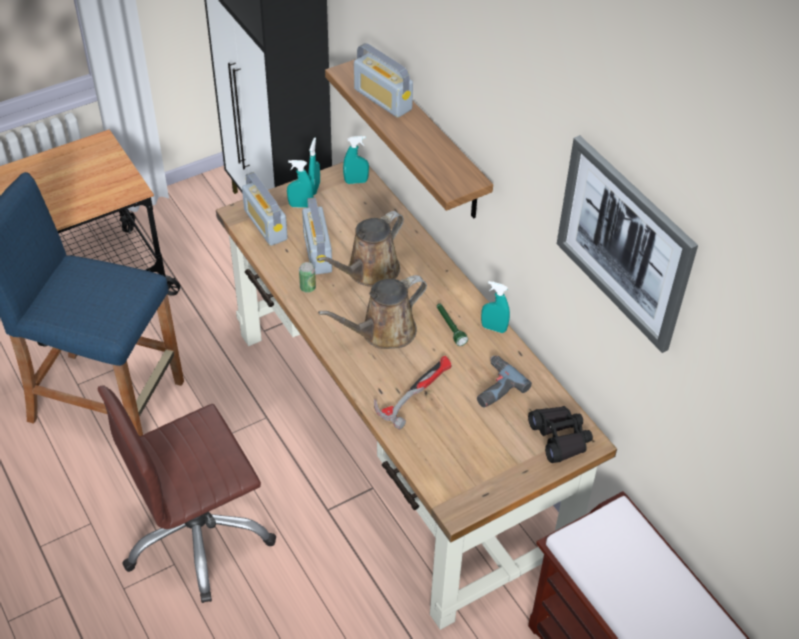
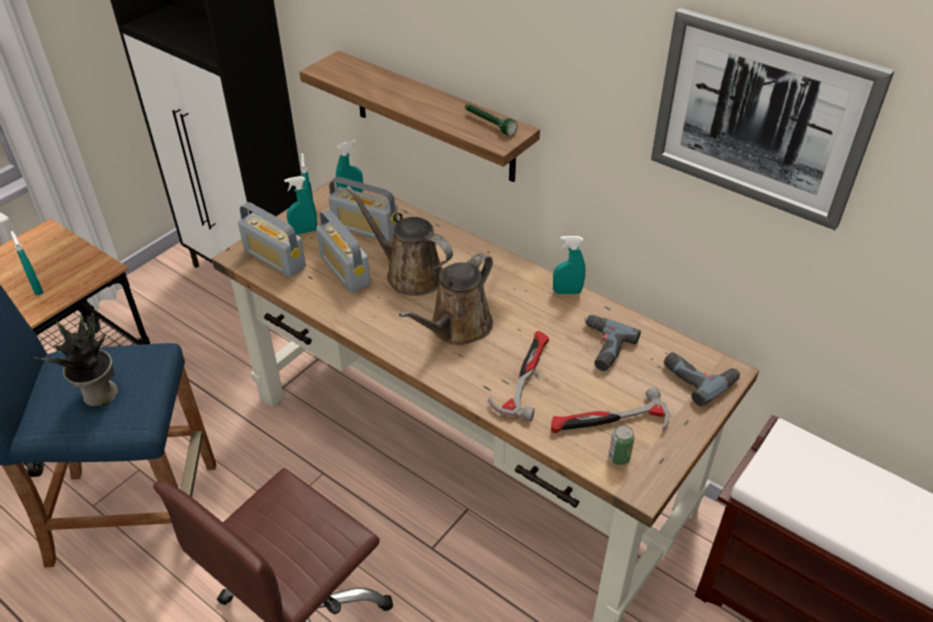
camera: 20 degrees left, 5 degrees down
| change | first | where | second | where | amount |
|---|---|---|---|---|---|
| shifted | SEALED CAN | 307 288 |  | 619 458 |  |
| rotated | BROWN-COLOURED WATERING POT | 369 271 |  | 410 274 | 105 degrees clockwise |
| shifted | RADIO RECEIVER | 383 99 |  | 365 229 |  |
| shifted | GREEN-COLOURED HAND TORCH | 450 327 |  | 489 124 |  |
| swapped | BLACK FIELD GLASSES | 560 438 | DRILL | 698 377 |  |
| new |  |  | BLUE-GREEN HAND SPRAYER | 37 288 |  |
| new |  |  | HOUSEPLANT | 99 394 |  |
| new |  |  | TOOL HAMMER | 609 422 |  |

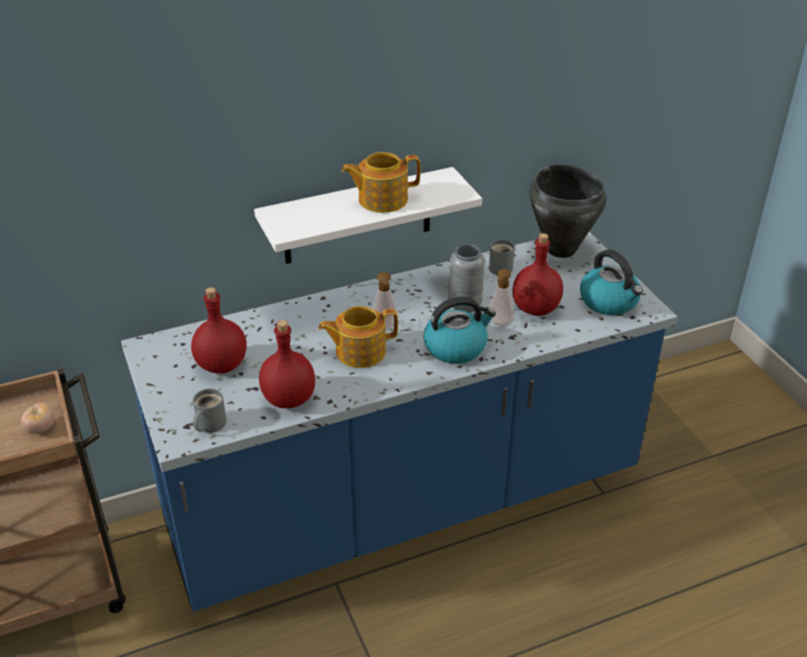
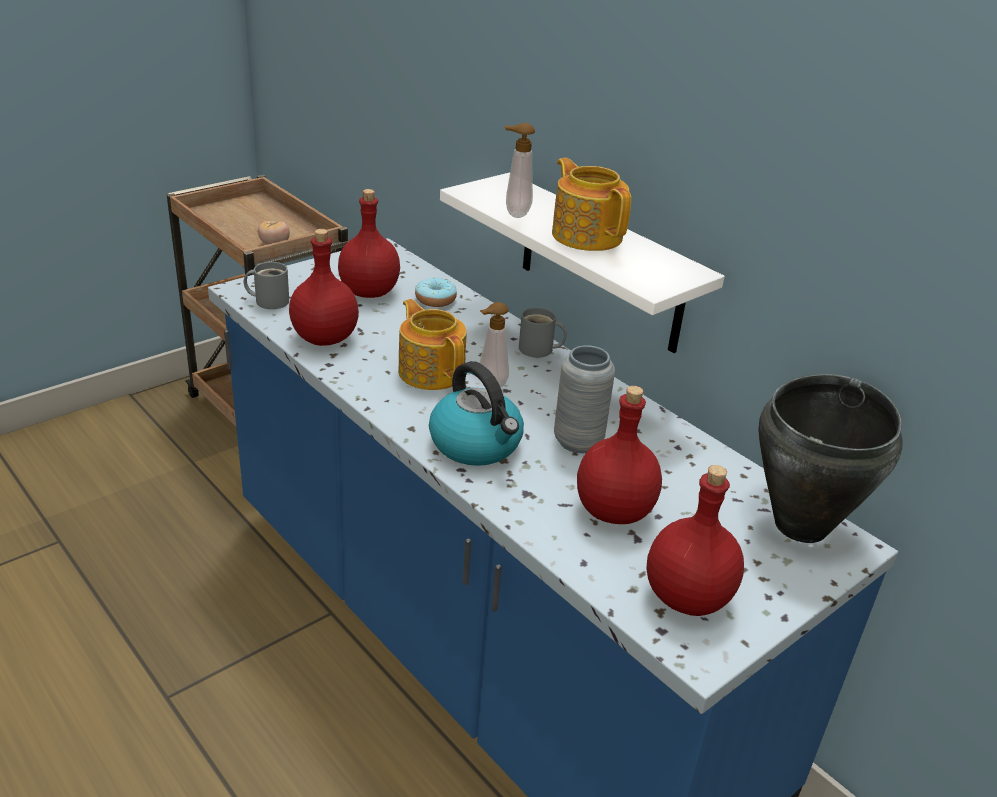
camera: 70 degrees right, 5 degrees down
| change | first | where | second | where | amount |
|---|---|---|---|---|---|
| shifted | GREYISH MUG | 502 267 |  | 539 350 |  |
| shifted | SOAP BOTTLE | 499 324 |  | 514 213 |  |
| swapped | WATER KETTLE | 610 301 | RED BEVERAGE BOTTLE | 688 597 |  |
| new |  |  | RING DOUGHNUT | 435 300 |  |

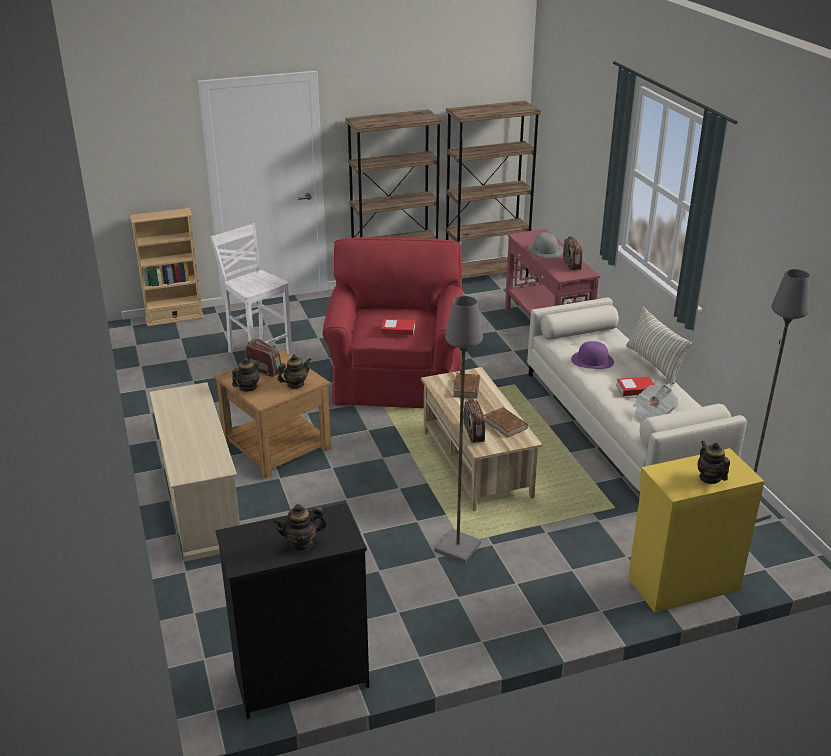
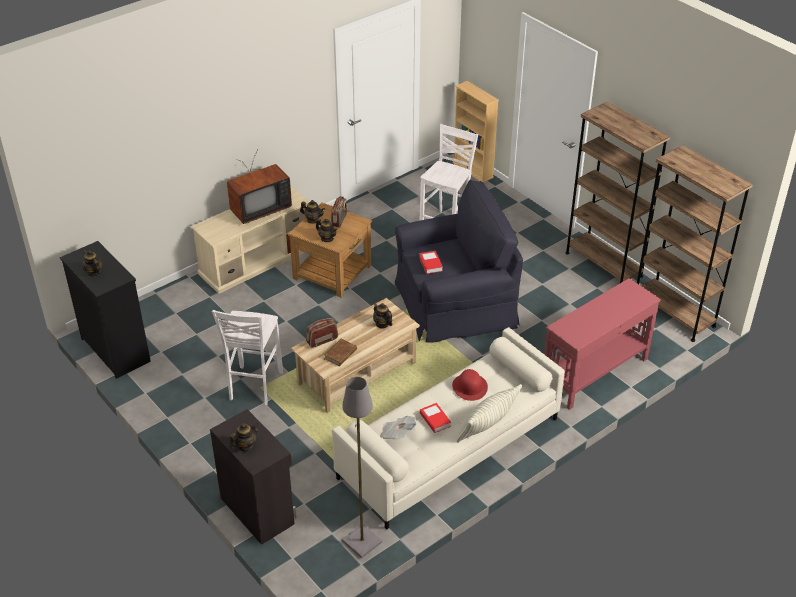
camera: 70 degrees right, 10 degrees up
| change | first | where | second | where | amount |
|---|---|---|---|---|---|
| repainted | RED ARMCHAIR | 396 378 | BLACK ARMCHAIR | 454 303 |  |
| swapped | GREYISH STANDING LAMP | 458 548 | WHITE-COLOURED SITTING STOOL | 254 386 |  |
| swapped | BROWN-COLOURED BOOK | 467 388 | POT FOR TEA | 382 324 |  |
| gone | GREYISH HAT | 545 250 |  |  |  |
| gone | RADIO RECEIVER | 571 264 |  |  |  |
| repainted | PURPLISH HAT | 592 360 | RED HAT | 469 386 |  |
| repainted | YELLOWISH CABINET | 682 583 | BLACK CABINET | 258 510 |  |
| new |  |  | TV SET | 258 209 |  |

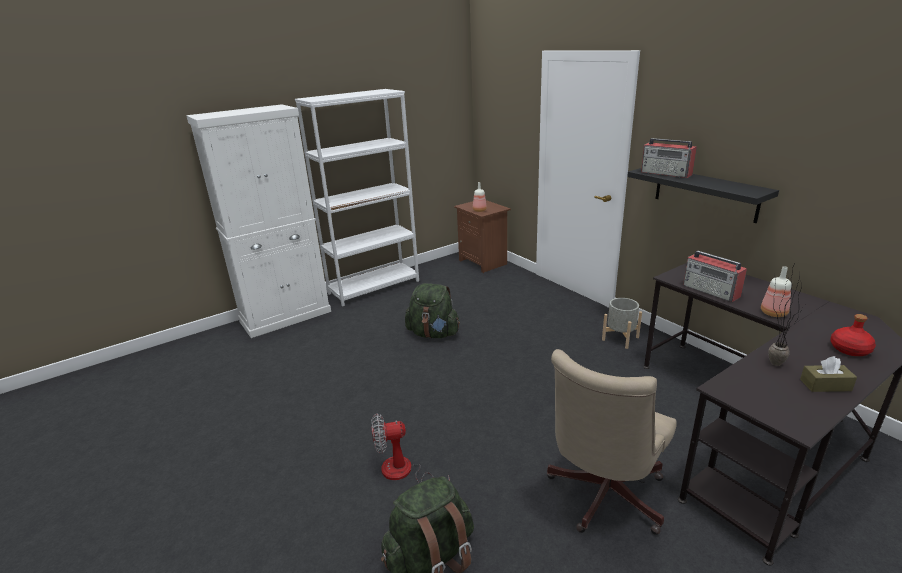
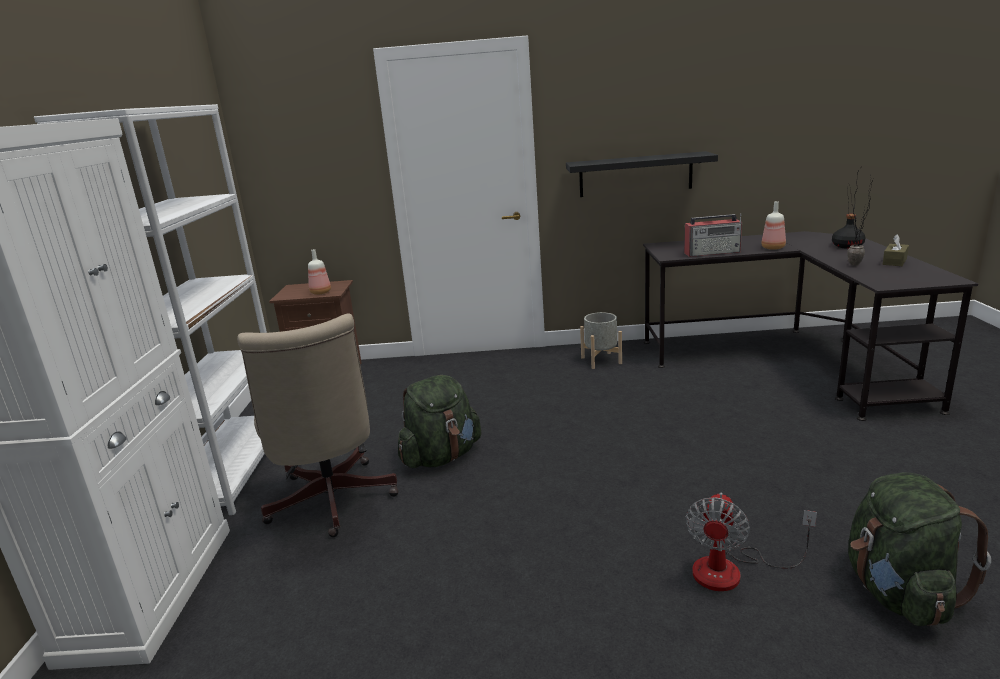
camera: 55 degrees left, 5 degrees down
| change | first | where | second | where | amount |
|---|---|---|---|---|---|
| shifted | BEIGE OFFICE CHAIR | 602 497 |  | 331 504 |  |
| gone | RADIO RECEIVER | 666 173 |  |  |  |
| repainted | RED BEVERAGE BOTTLE | 850 349 | BLACK BEVERAGE BOTTLE | 847 246 |  |

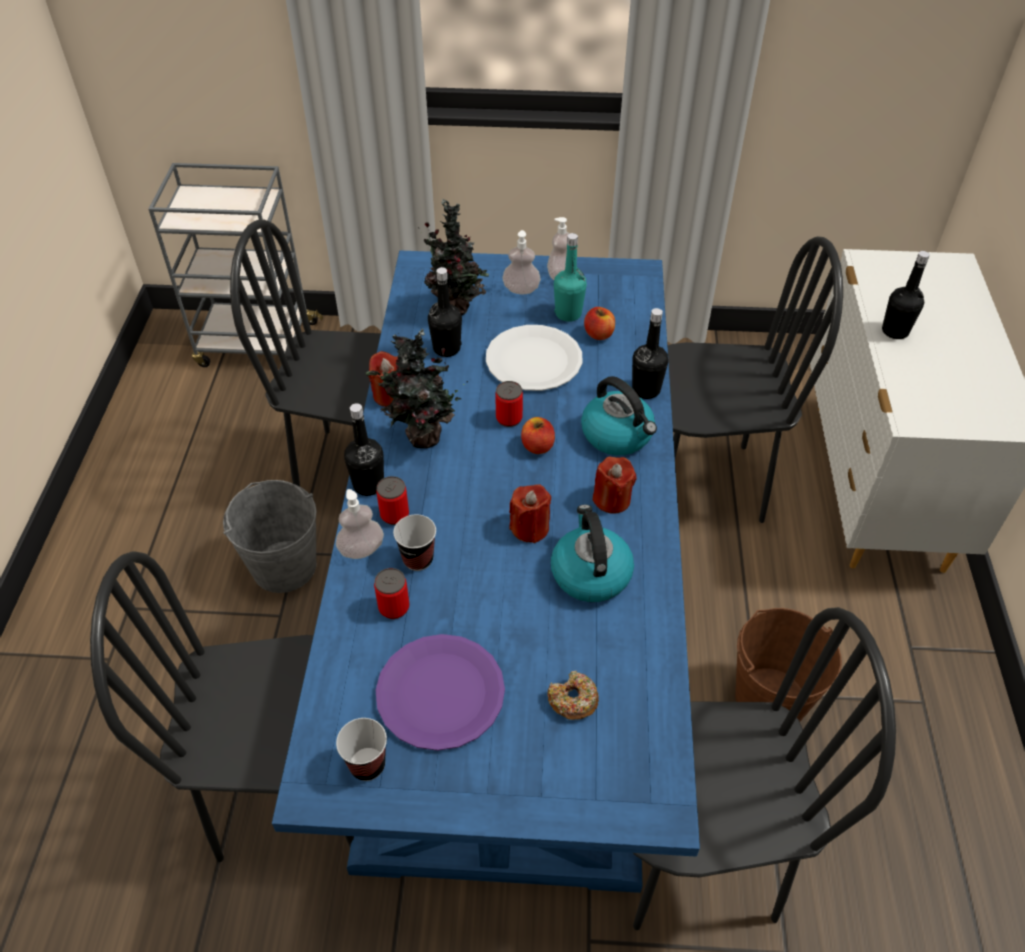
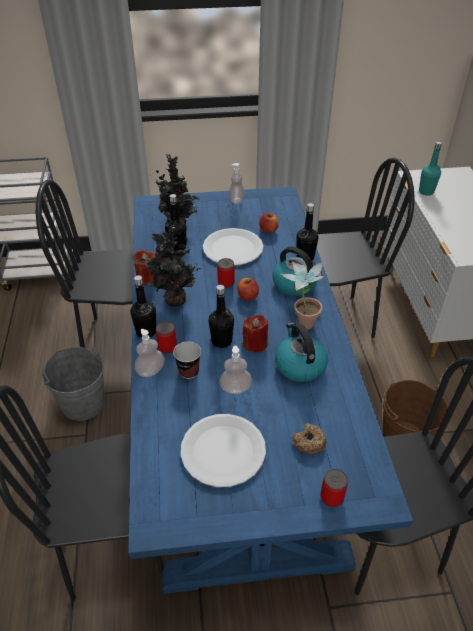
camera: 10 degrees left, 5 degrees down
| change | first | where | second | where | amount |
|---|---|---|---|---|---|
| gone | CUP | 367 765 |  |  |  |
| shifted | SEALED CAN | 394 607 |  | 332 497 |  |
| repainted | PURPLISH FLAT DISH | 440 693 | WHITE-COLOURED FLAT DISH | 222 451 |  |
| shifted | SOAP BOTTLE | 521 289 |  | 235 388 |  |
| shifted | BLUE-GREEN BEVERAGE BOTTLE | 568 314 |  | 426 192 |  |
| swapped | RED WAX CANDLE | 612 499 | HOUSEPLANT | 301 321 |  |
| shifted | BLACK BEVERAGE BOTTLE | 895 331 |  | 221 341 |  |

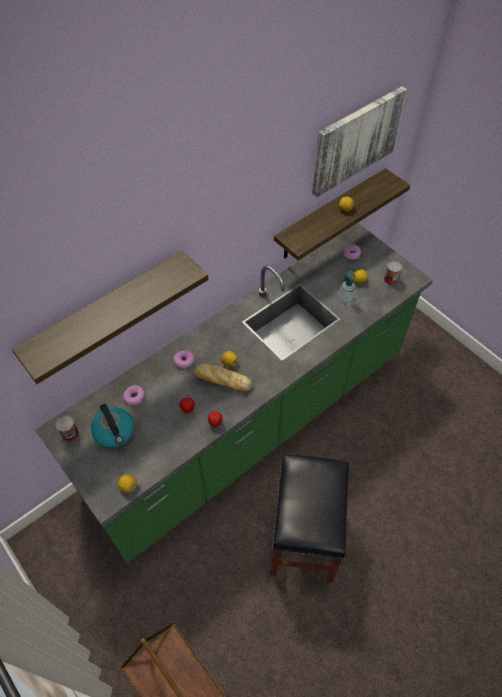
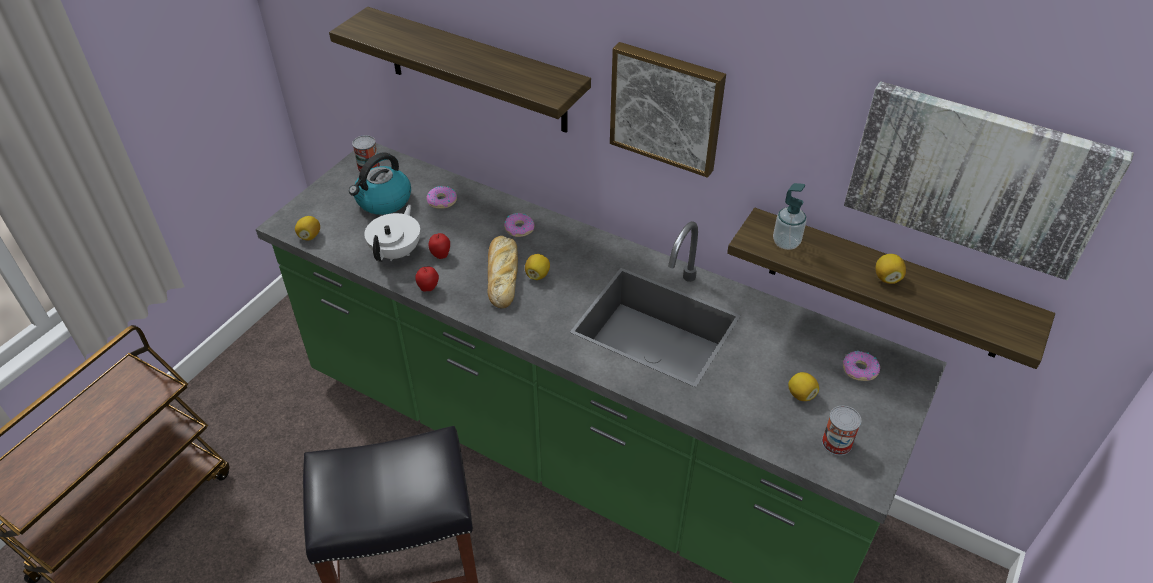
camera: 70 degrees right, 10 degrees down
| change | first | where | second | where | amount |
|---|---|---|---|---|---|
| shifted | SOAP BOTTLE | 346 298 |  | 786 242 |  |
| new |  |  | WHITE-COLOURED POT FOR TEA | 397 252 |  |
| new |  |  | PICTURE | 667 107 |  |

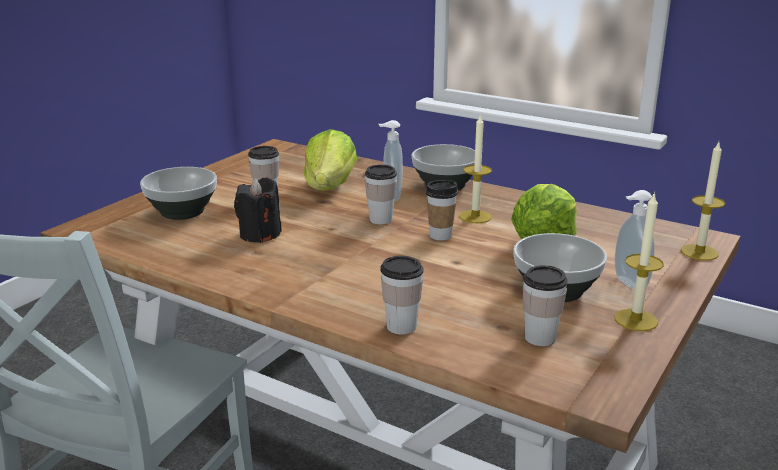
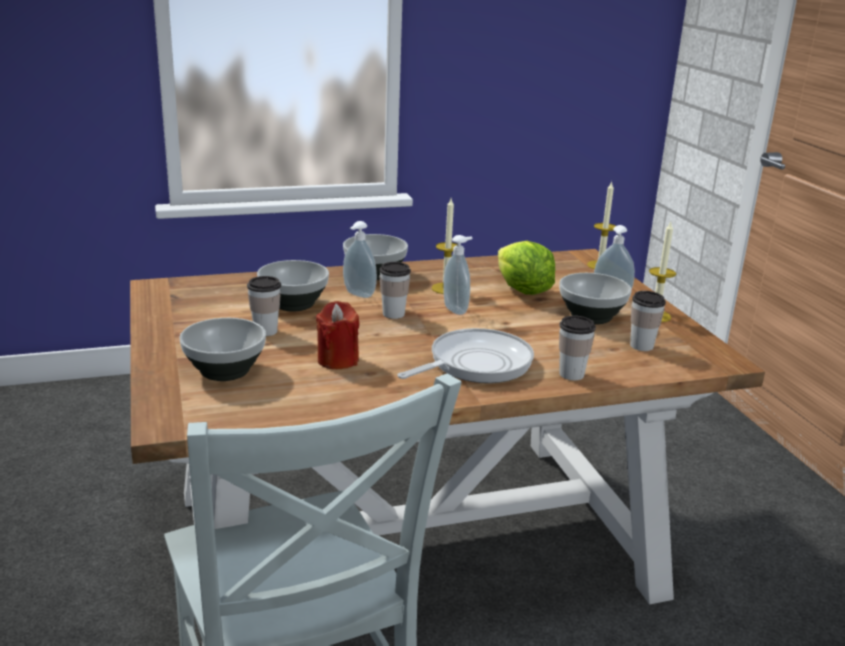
camera: 50 degrees left, 0 degrees up
| change | first | where | second | where | amount |
|---|---|---|---|---|---|
| repainted | BLACK WAX CANDLE | 260 234 | RED WAX CANDLE | 338 360 |  |
| swapped | LETTUCE | 330 186 | BOWL | 294 303 |  |
| swapped | CUP | 440 236 | SOAP BOTTLE | 457 310 |  |
| new |  |  | FRYING PAN | 475 364 |  |

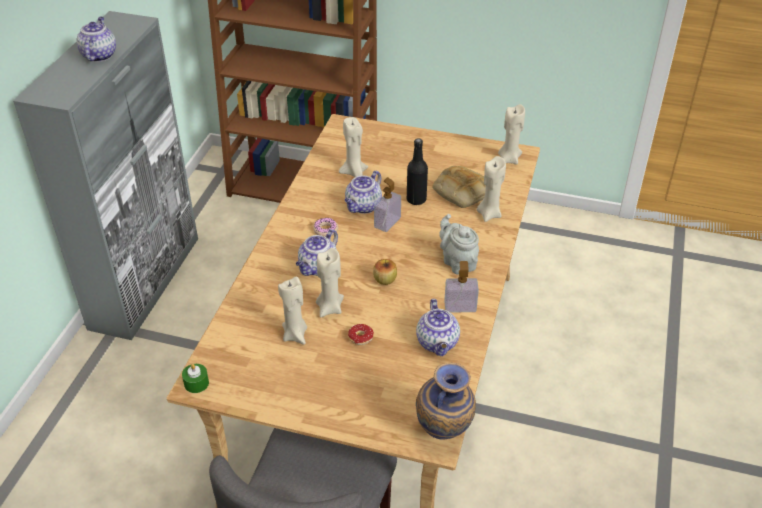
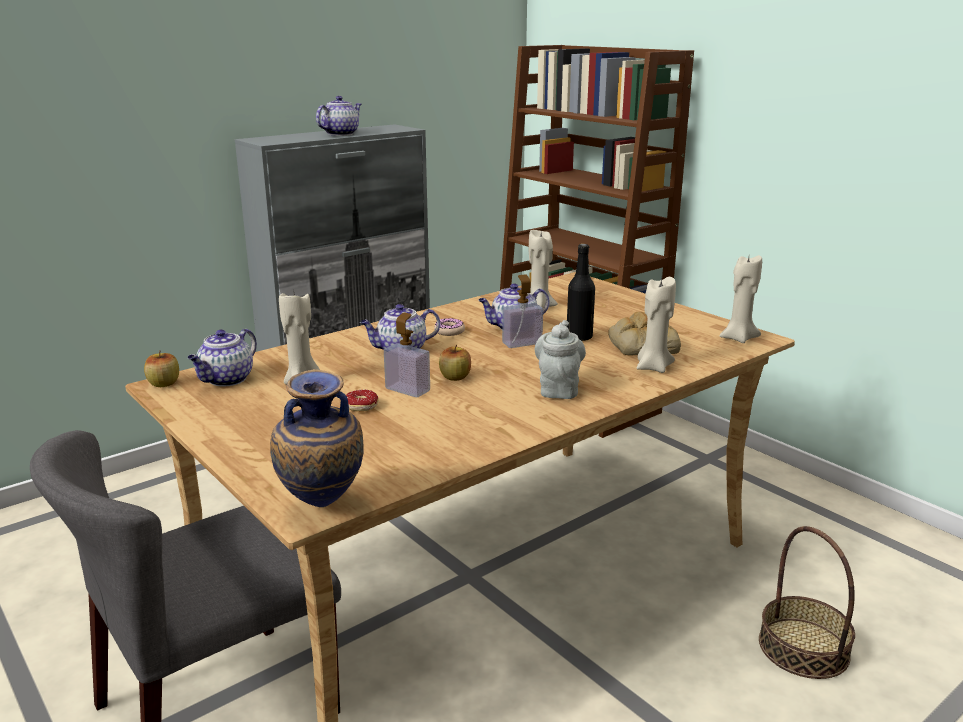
camera: 35 degrees right, 20 degrees down
| change | first | where | second | where | amount |
|---|---|---|---|---|---|
| swapped | GREEN-COLOURED WAX CANDLE | 196 383 | WHOLE APPLE | 164 384 |  |
| gone | BEIGE WAX CANDLE | 330 308 |  |  |  |
| shifted | POT FOR TEA | 438 343 |  | 226 380 |  |
| shifted | SOAP BOTTLE | 460 306 |  | 407 390 |  |
| new |  |  | HOUSEHOLD BASKET | 804 648 |  |

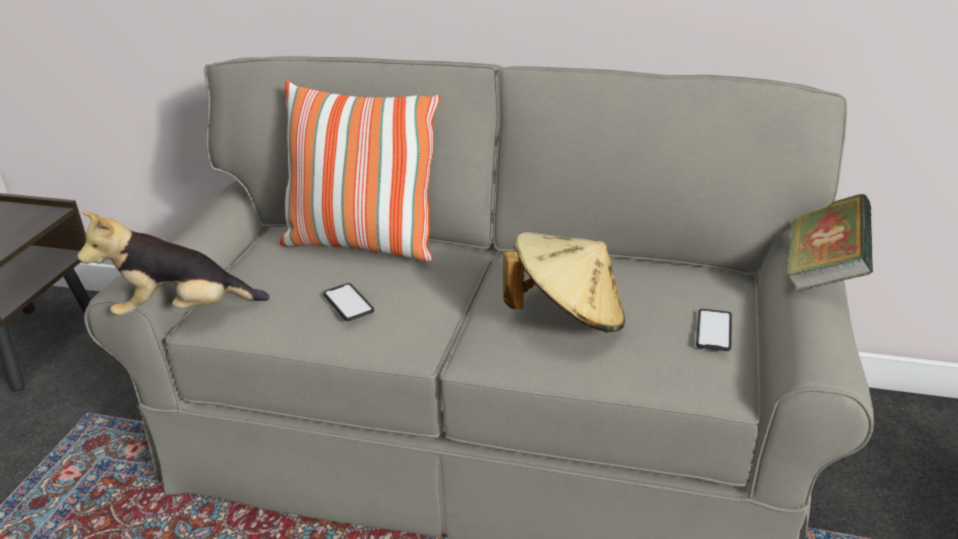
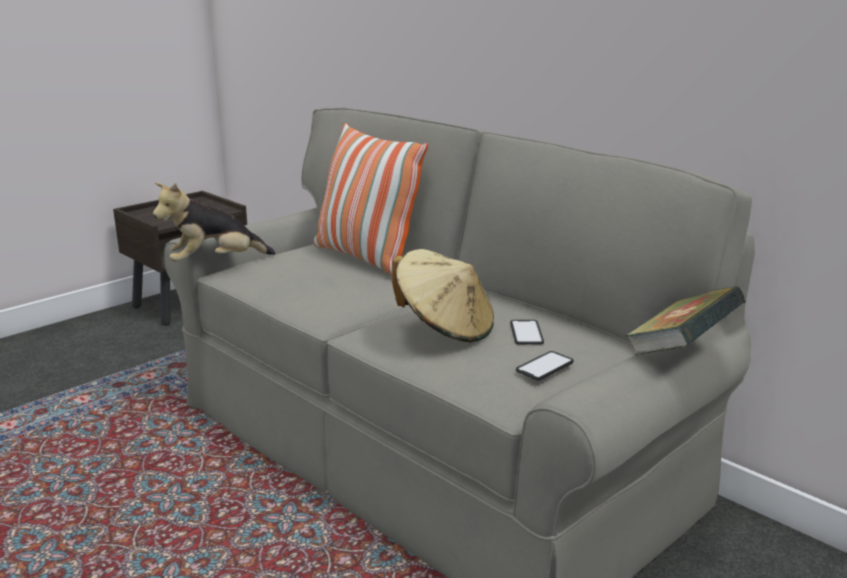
camera: 30 degrees right, 10 degrees down
| change | first | where | second | where | amount |
|---|---|---|---|---|---|
| rotated | PLUSH TOY | 182 312 |  | 215 263 | 45 degrees counterclockwise |
| shifted | HANDSET | 348 303 |  | 526 333 |  |

